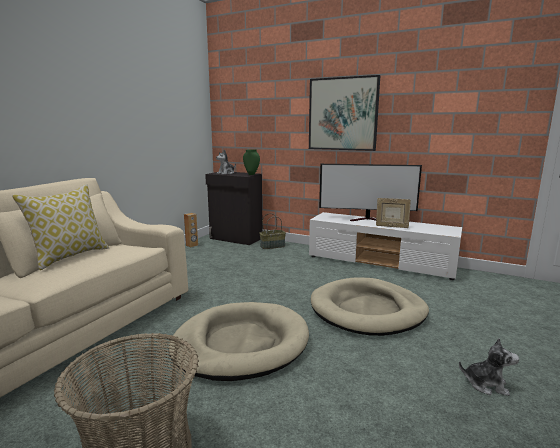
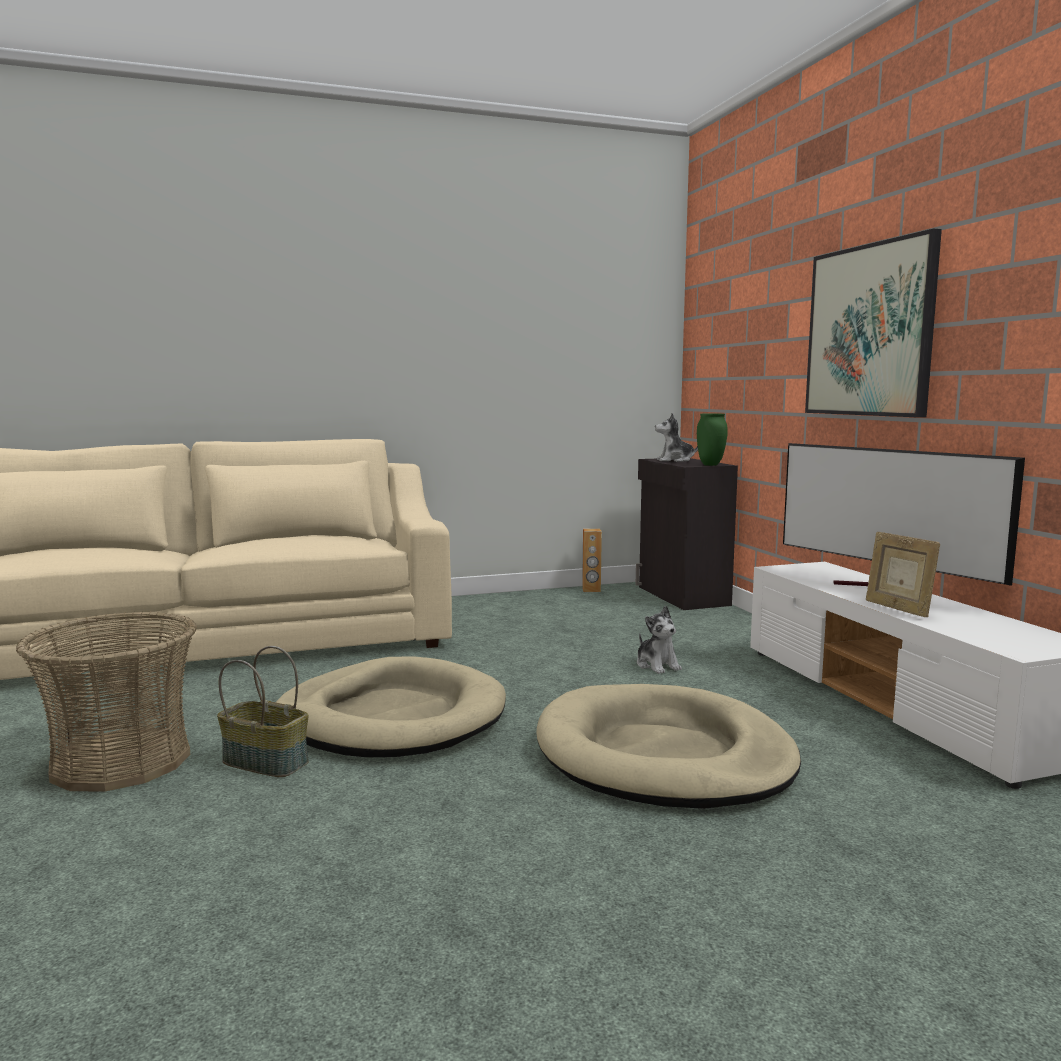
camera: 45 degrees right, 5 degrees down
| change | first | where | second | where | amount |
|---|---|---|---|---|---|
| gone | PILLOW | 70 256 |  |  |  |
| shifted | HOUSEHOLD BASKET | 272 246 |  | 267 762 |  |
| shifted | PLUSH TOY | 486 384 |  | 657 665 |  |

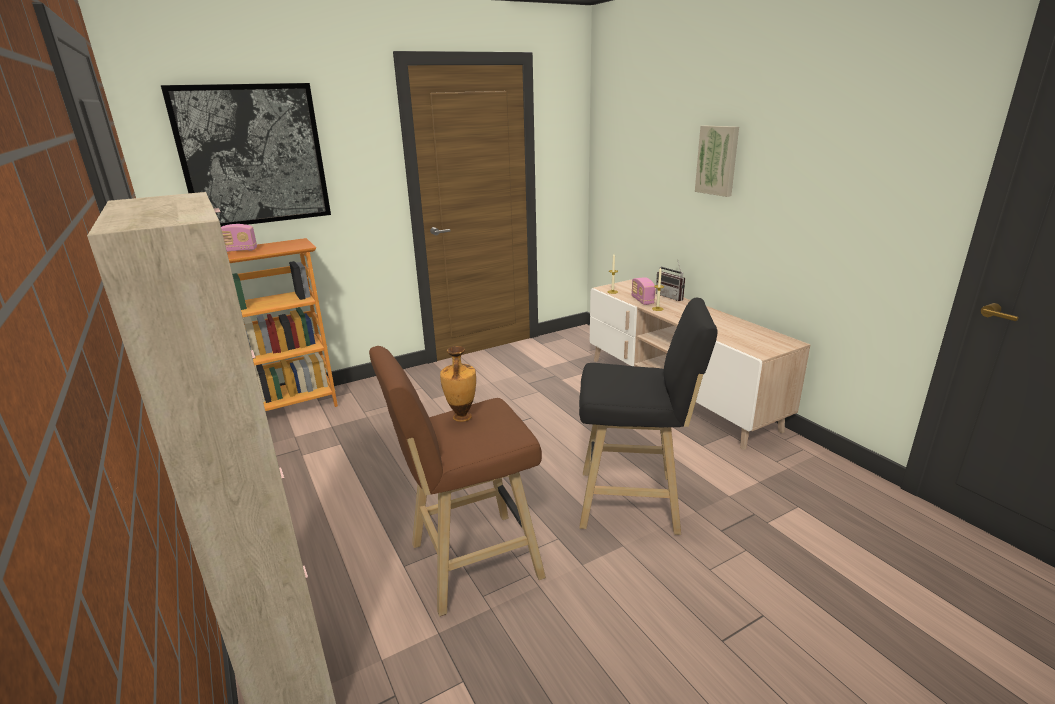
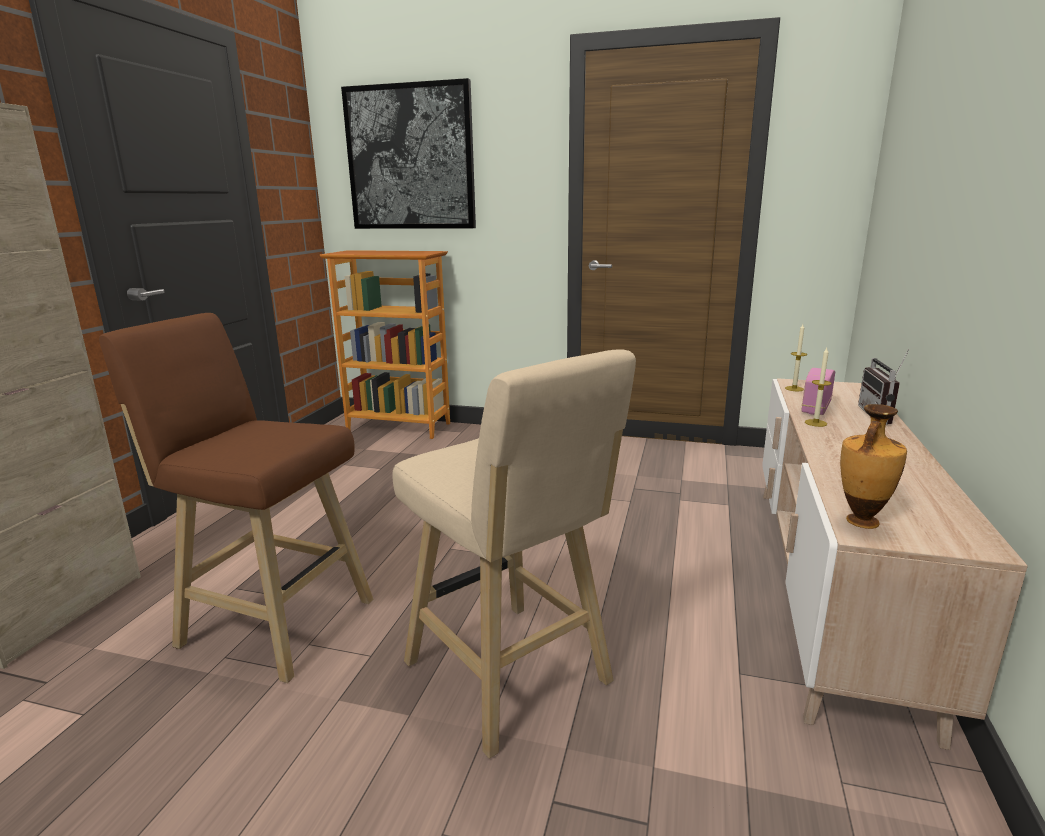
camera: 45 degrees right, 5 degrees down
| change | first | where | second | where | amount |
|---|---|---|---|---|---|
| gone | RADIO RECEIVER | 238 250 |  |  |  |
| shifted | DECORATIVE VASE | 461 417 |  | 860 522 |  |
| repainted | BLACK SITTING STOOL | 634 502 | BEIGE SITTING STOOL | 511 678 |  |
| gone | PICTURE | 718 160 |  |  |  |

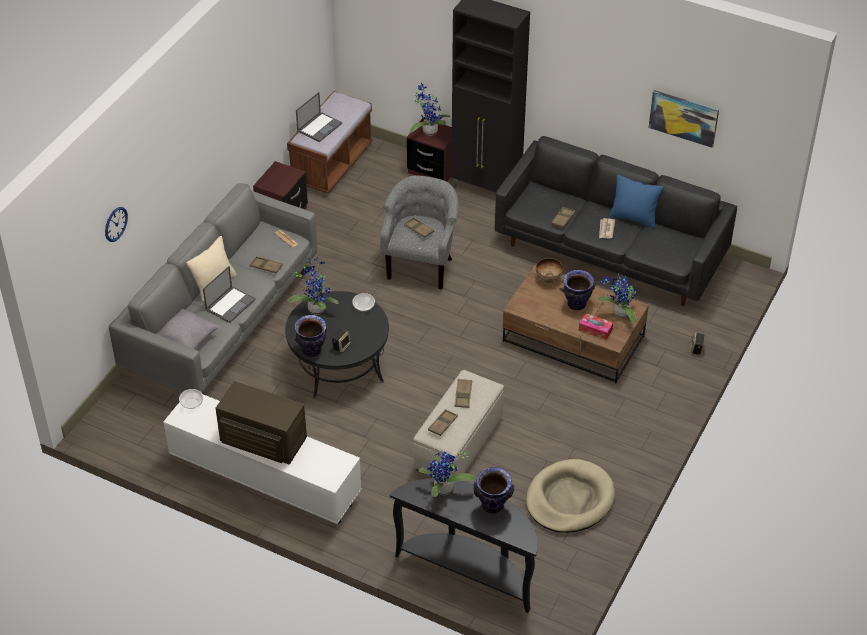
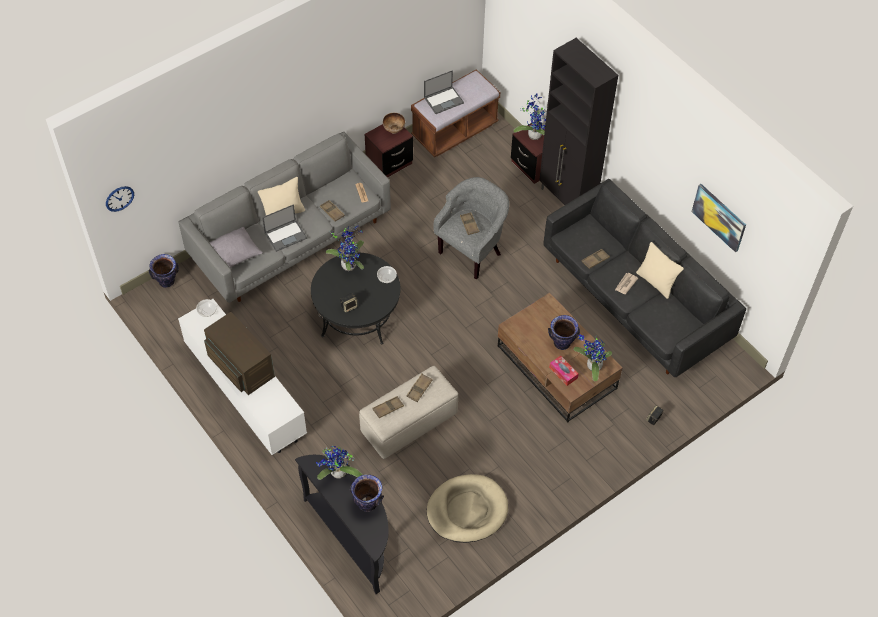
camera: 25 degrees right, 10 degrees up
| change | first | where | second | where | amount |
|---|---|---|---|---|---|
| shifted | WALL CLOCK | 115 224 |  | 119 198 |  |
| shifted | DECORATIVE VASE | 312 350 |  | 167 282 |  |
| shifted | BOWL | 548 279 |  | 394 129 |  |
| repainted | BLUISH PILLOW | 634 218 | BEIGE PILLOW | 656 282 |  |

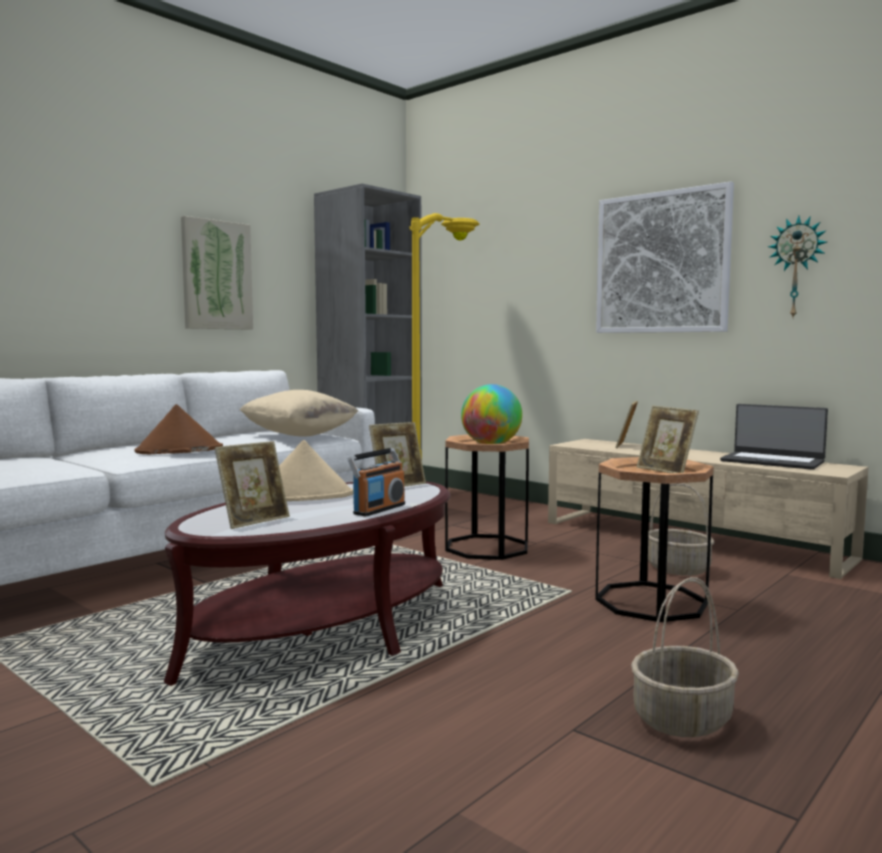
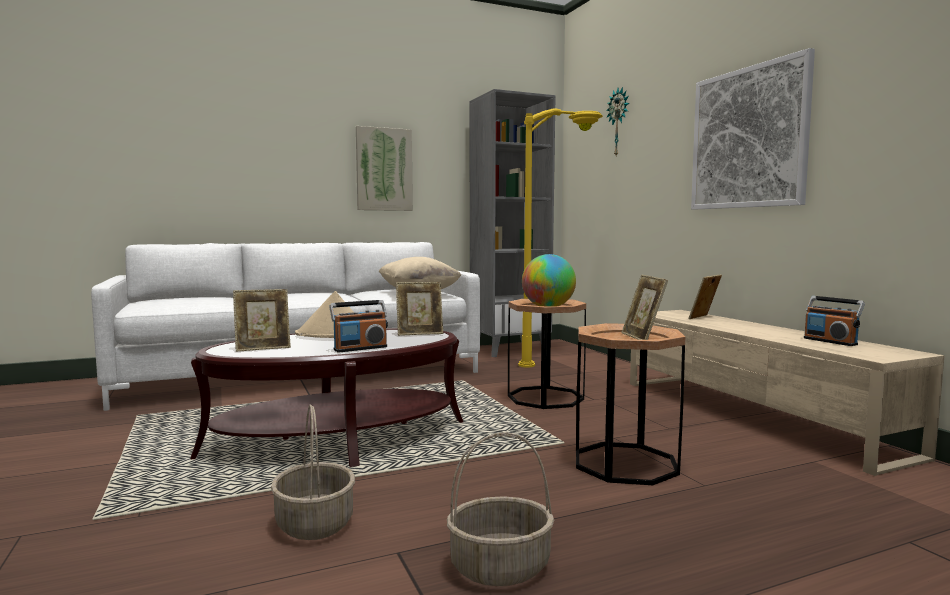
camera: 25 degrees right, 0 degrees up
| change | first | where | second | where | amount |
|---|---|---|---|---|---|
| gone | BROWN-COLOURED HAT | 179 450 |  |  |  |
| shifted | HOUSEHOLD BASKET | 677 569 |  | 314 523 |  |
| swapped | NOTEBOOK COMPUTER | 772 461 | RADIO RECEIVER | 830 341 |  |
| shifted | WALL CLOCK | 797 267 |  | 619 122 |  |

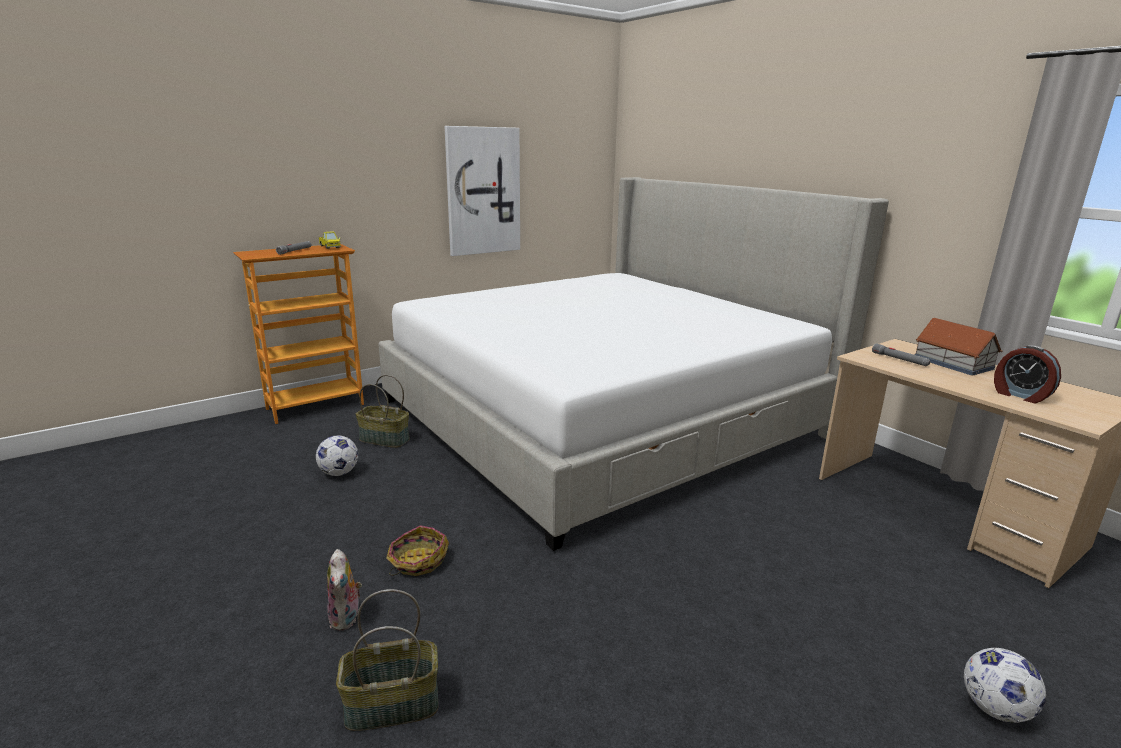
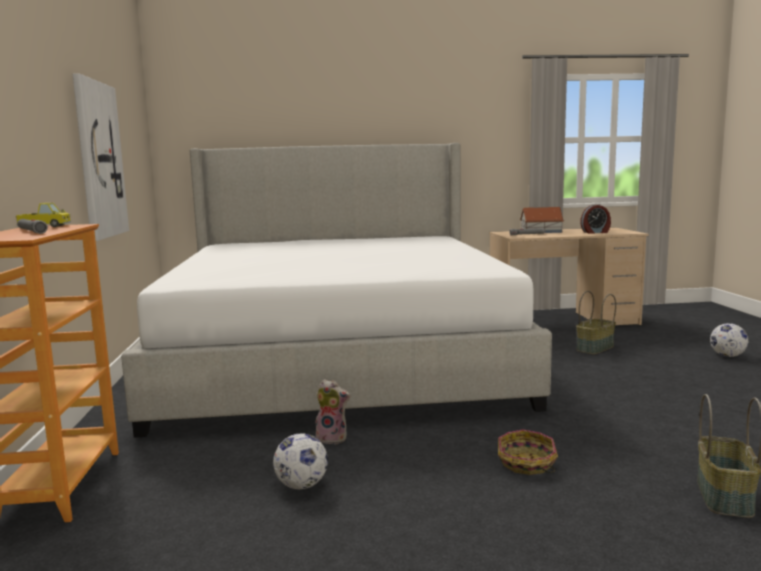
camera: 60 degrees left, 10 degrees down
| change | first | where | second | where | amount |
|---|---|---|---|---|---|
| shifted | PLUSH TOY | 347 618 |  | 333 438 |  |
| shifted | HOUSEHOLD BASKET | 383 439 |  | 595 348 |  |

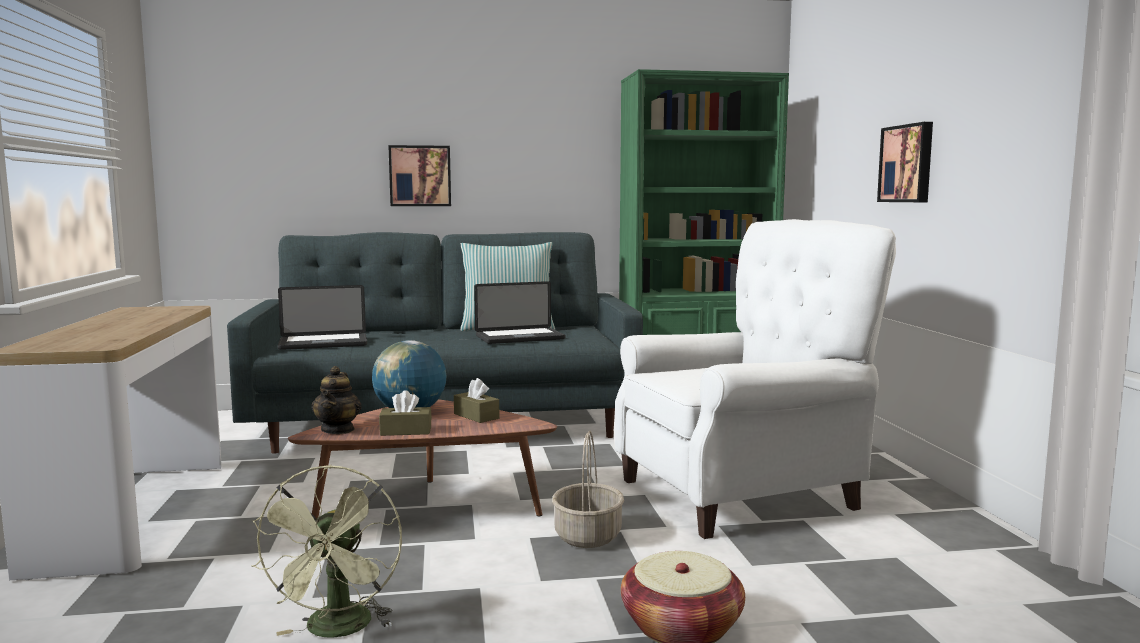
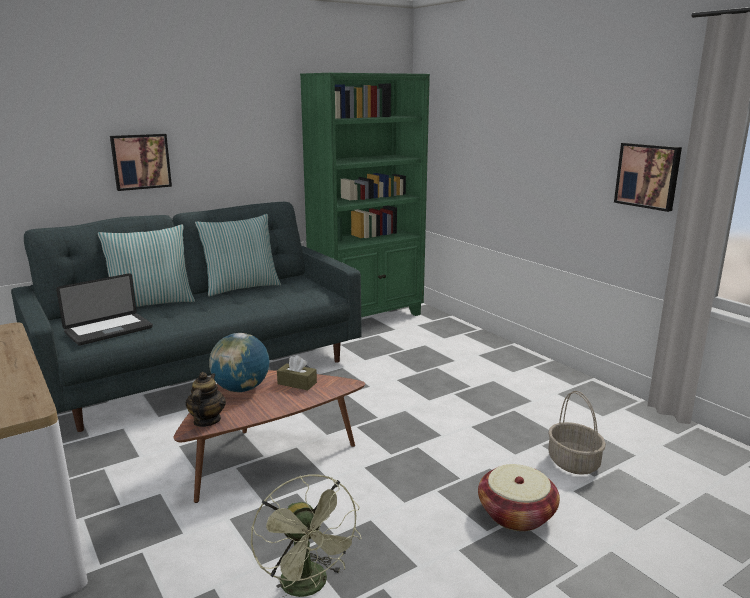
camera: 25 degrees left, 10 degrees up
| change | first | where | second | where | amount |
|---|---|---|---|---|---|
| rotated | POT FOR TEA | 338 430 |  | 206 421 | 150 degrees counterclockwise |
| gone | BROWN-COLOURED TISSUE HOLDER | 406 431 |  |  |  |
| gone | NOTEBOOK COMPUTER | 520 337 |  |  |  |
| shifted | HOUSEHOLD BASKET | 588 536 |  | 574 462 |  |
| gone | WHITE-COLOURED ARMCHAIR | 747 493 |  |  |  |
| shifted | PICTURE | 907 163 |  | 648 175 |  |
| new |  |  | PILLOW | 151 303 |  |

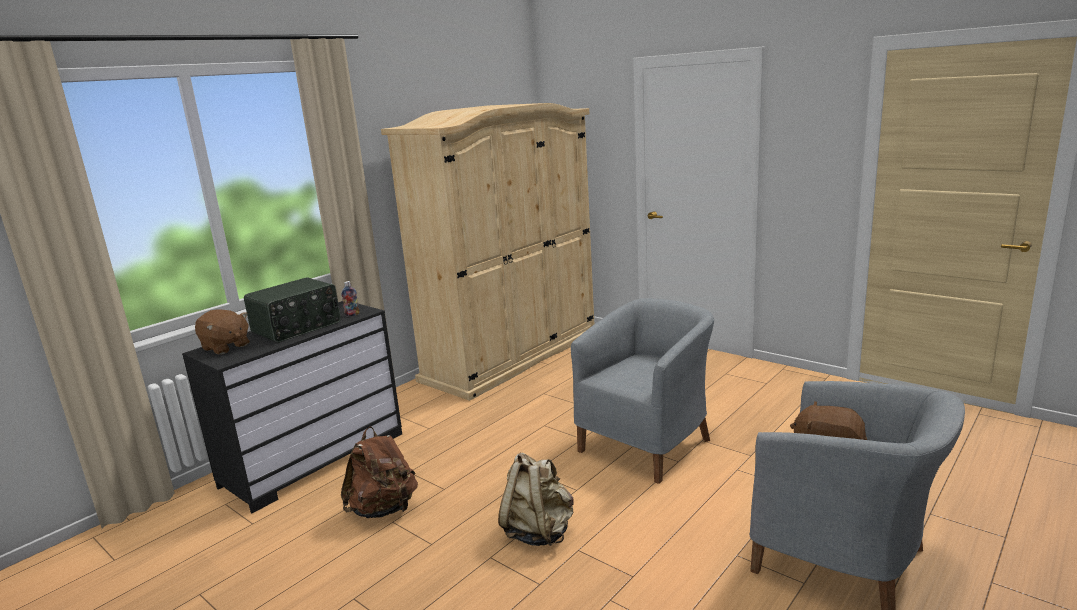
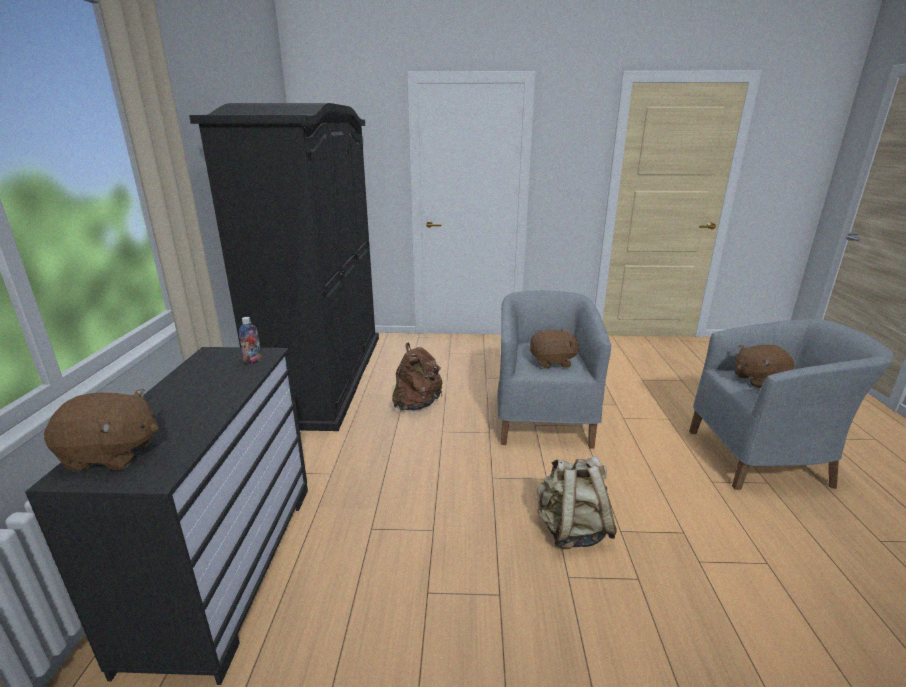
camera: 40 degrees left, 5 degrees up
| change | first | where | second | where | amount |
|---|---|---|---|---|---|
| gone | RADIO RECEIVER | 297 328 |  |  |  |
| shifted | BROWN-COLOURED KNAPSACK | 384 509 |  | 417 404 |  |
| repainted | BEIGE WARDROBE | 513 355 | BLACK WARDROBE | 325 376 |  |
| new |  |  | BROWN-COLOURED PLUSH TOY | 552 362 |  |

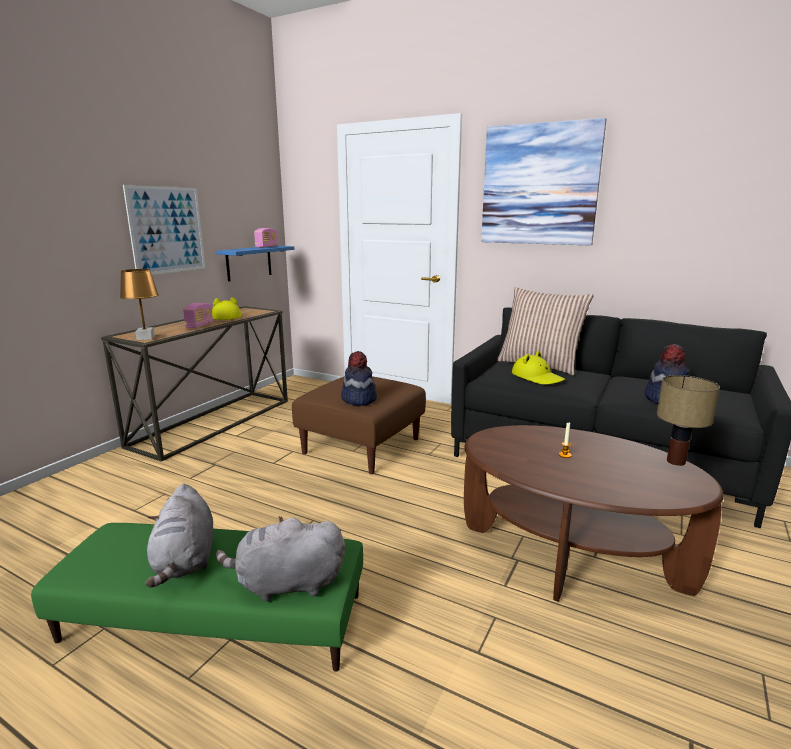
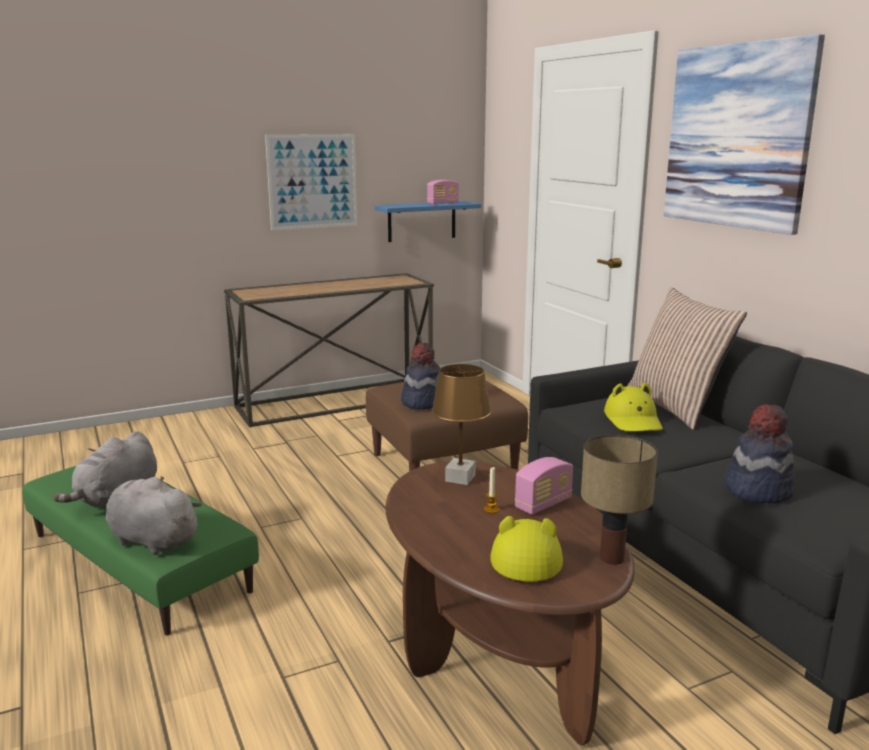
camera: 35 degrees right, 0 degrees up
| change | first | where | second | where | amount |
|---|---|---|---|---|---|
| shifted | BROWN-COLOURED TABLETOP LAMP | 145 338 |  | 460 478 |  |
| shifted | RADIO RECEIVER | 199 325 |  | 543 504 |  |
| shifted | YELLOWISH HAT | 225 317 |  | 526 555 |  |

